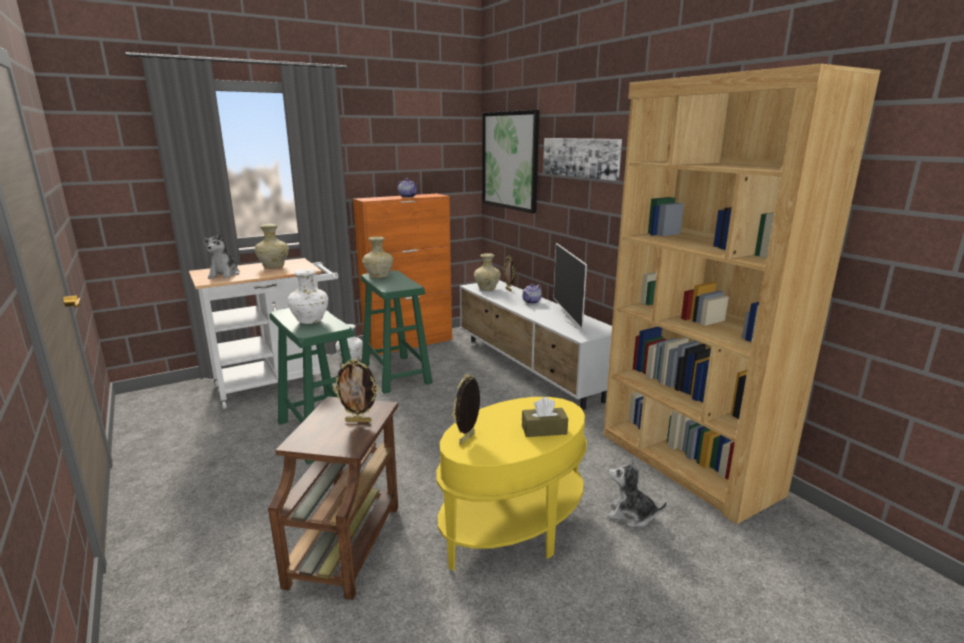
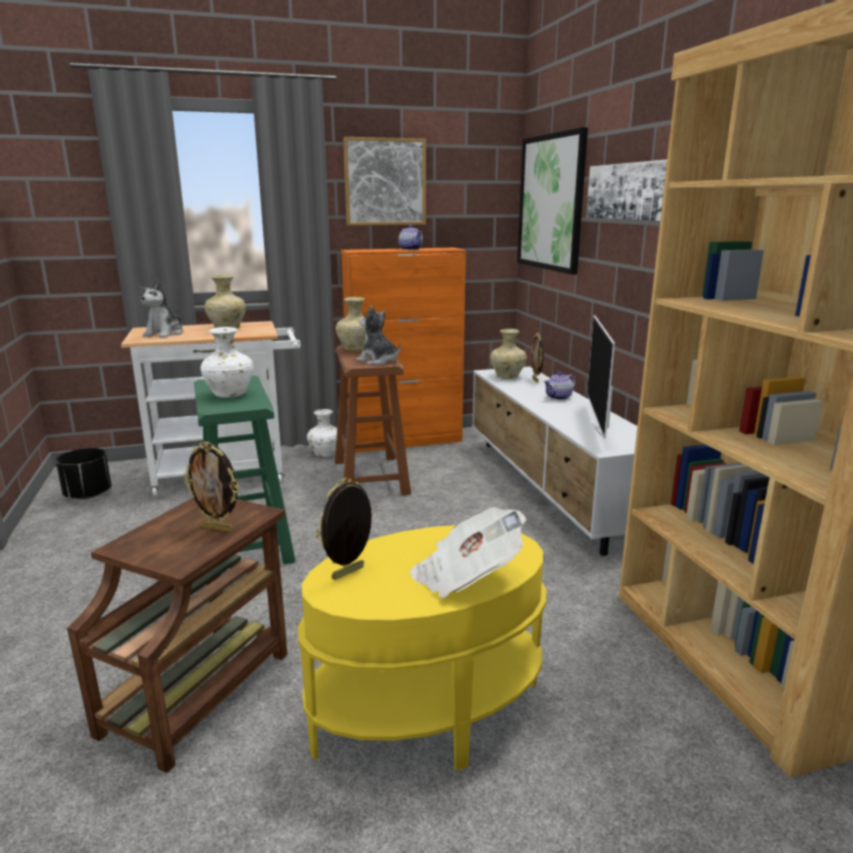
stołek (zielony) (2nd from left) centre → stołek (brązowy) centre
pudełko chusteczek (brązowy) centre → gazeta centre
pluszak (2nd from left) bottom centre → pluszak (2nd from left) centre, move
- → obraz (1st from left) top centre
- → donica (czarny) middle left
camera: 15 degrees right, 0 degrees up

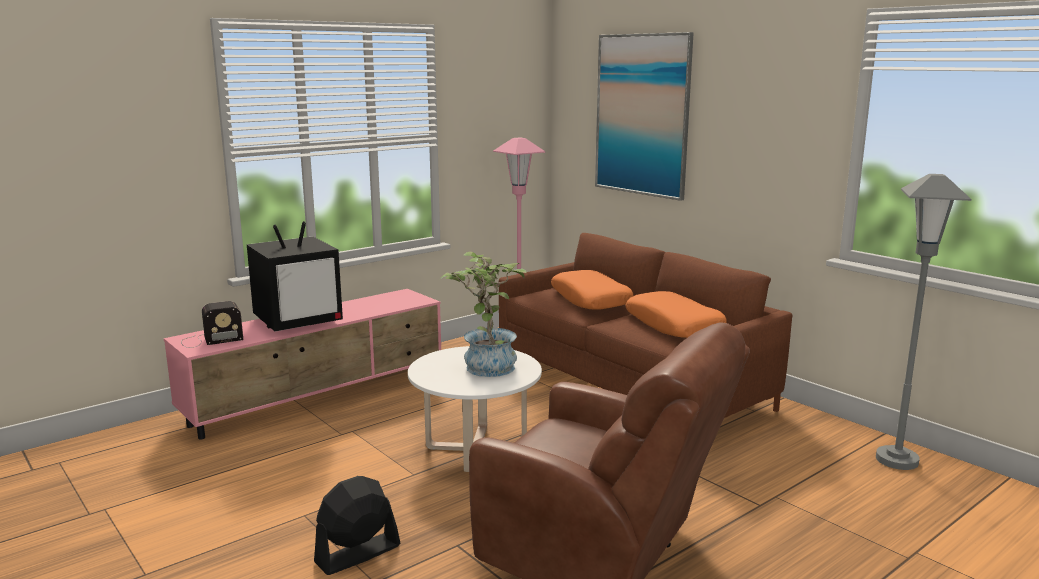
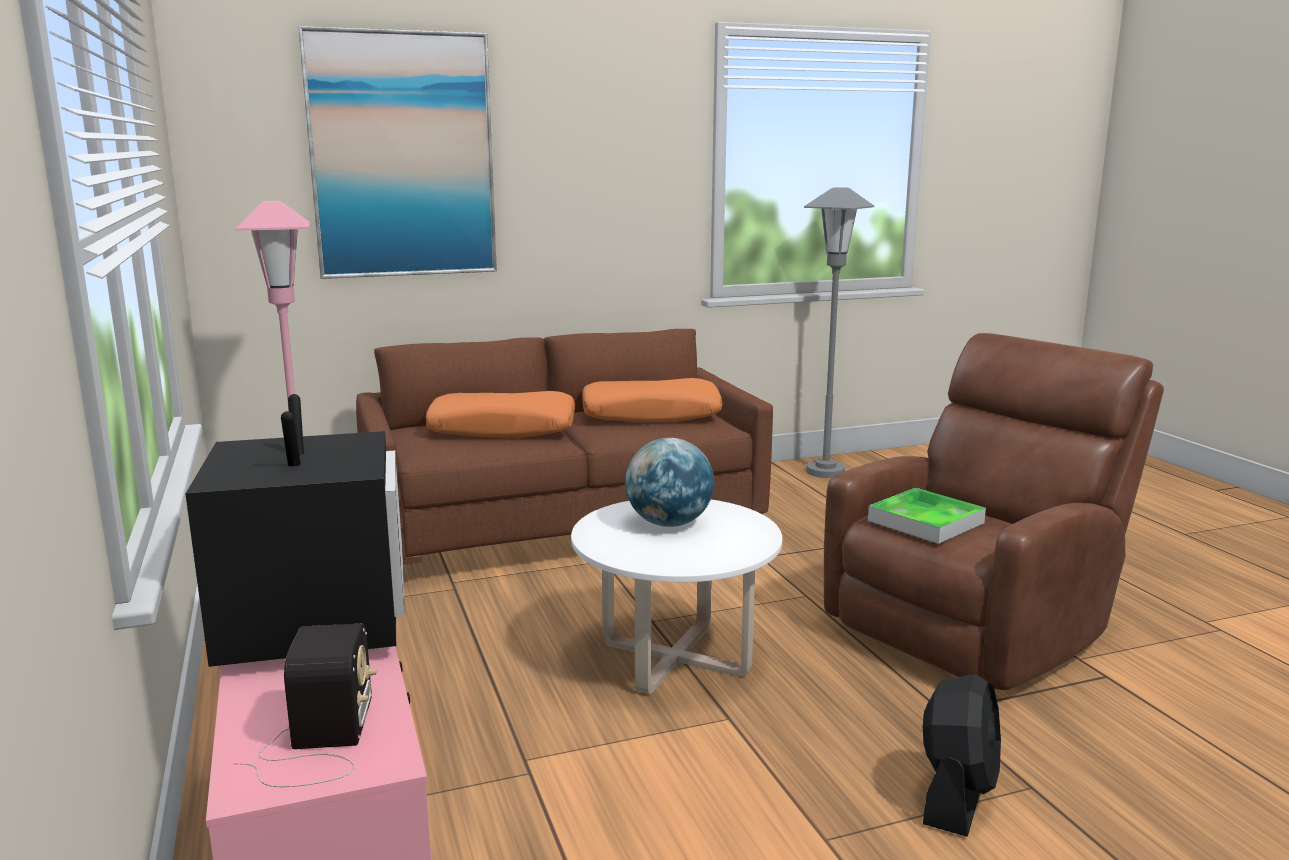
roślina doniczkowa centre → globus centre
wentylator (czarny) bottom centre → wentylator (czarny) bottom right, 135 degrees counterclockwise
- → taca middle right
camera: 70 degrees left, 0 degrees up

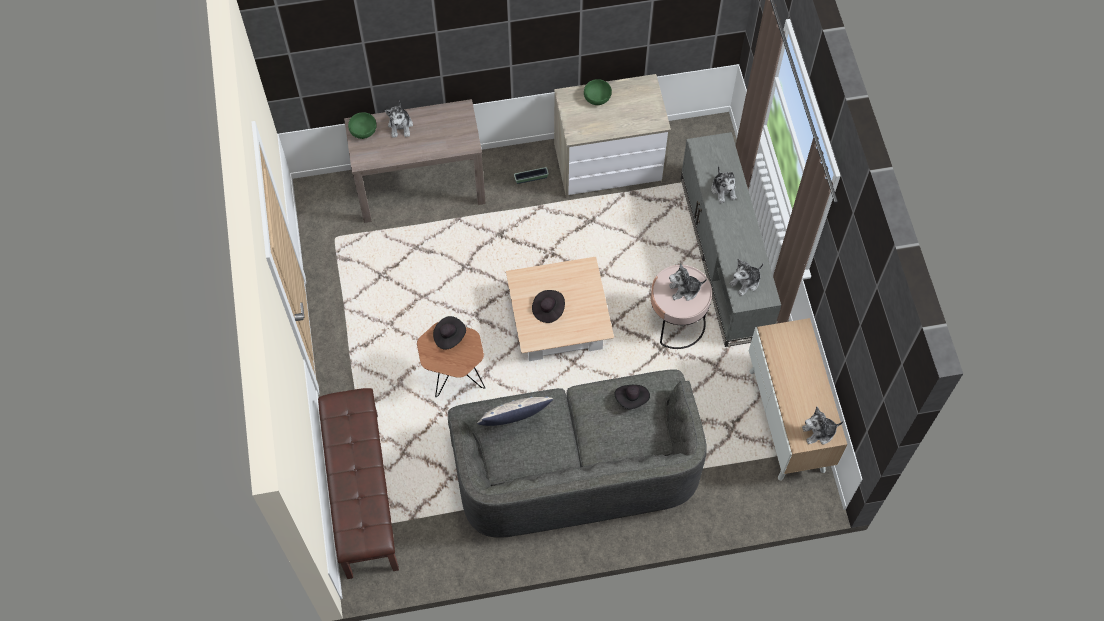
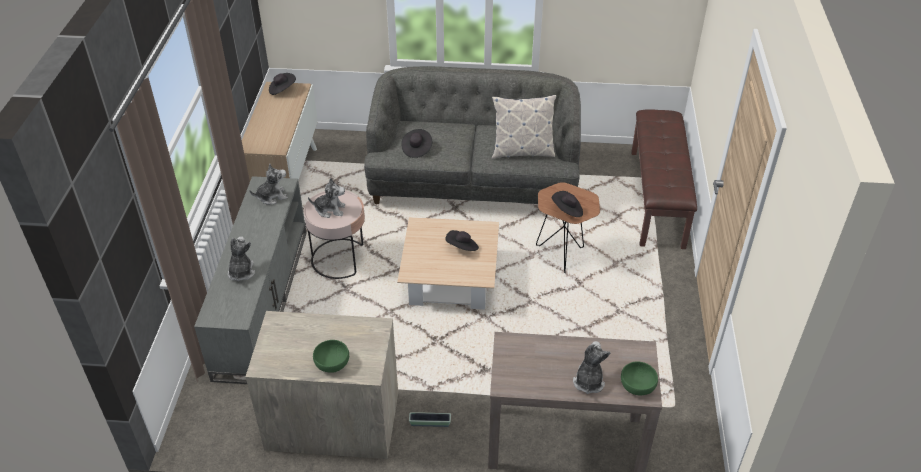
pluszak (5th from left) bottom right → kapelusz (czarny) (1st from left) top left
camera: 165 degrees left, 20 degrees down

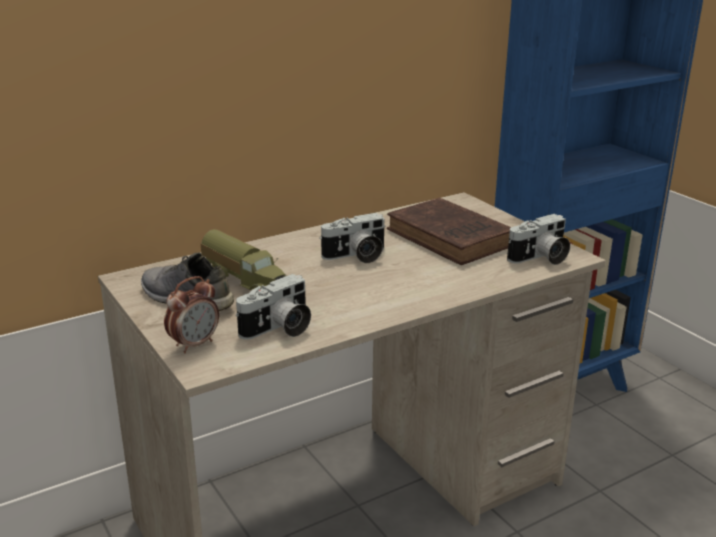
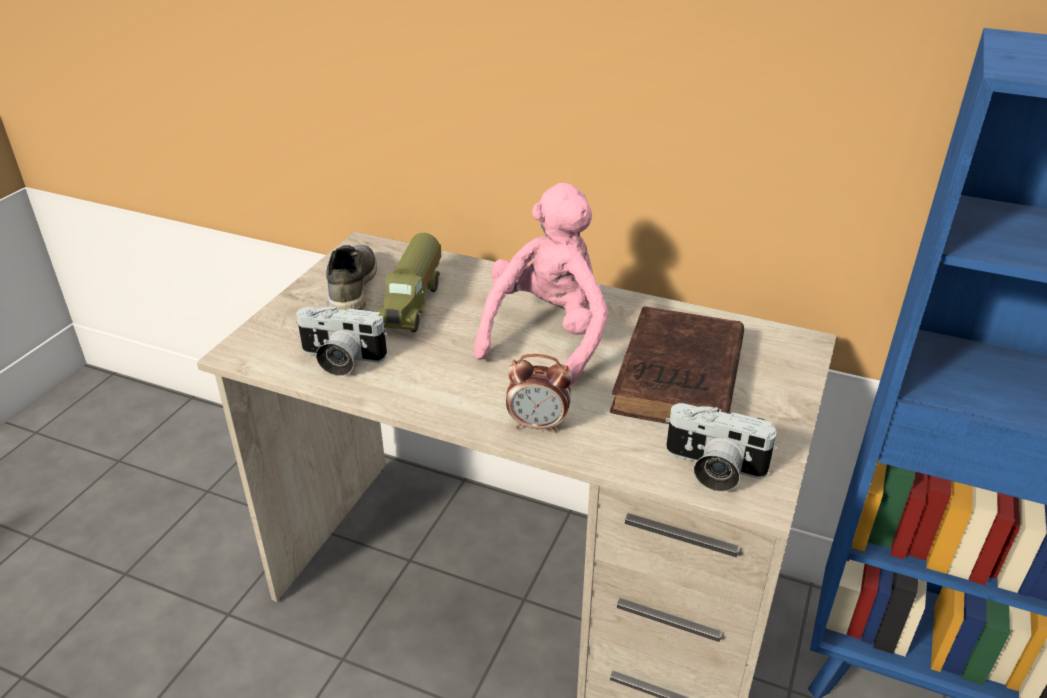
aparat fotograficzny (2nd from left) centre → pluszak (różowy) centre
budzik middle left → budzik centre, move
camera: 55 degrees right, 10 degrees up

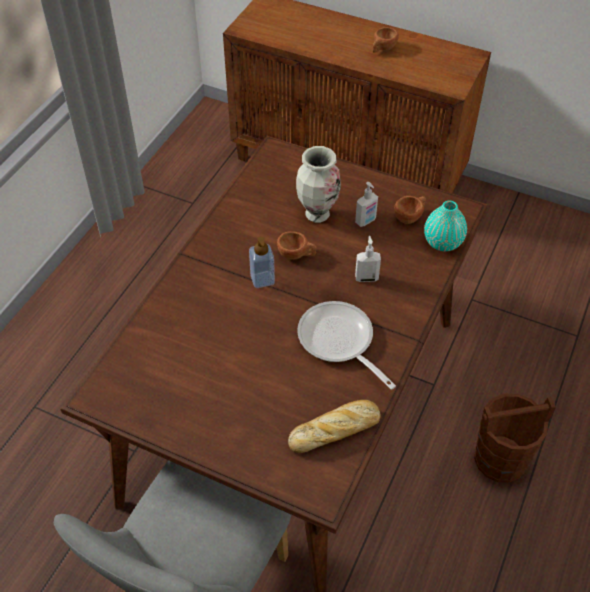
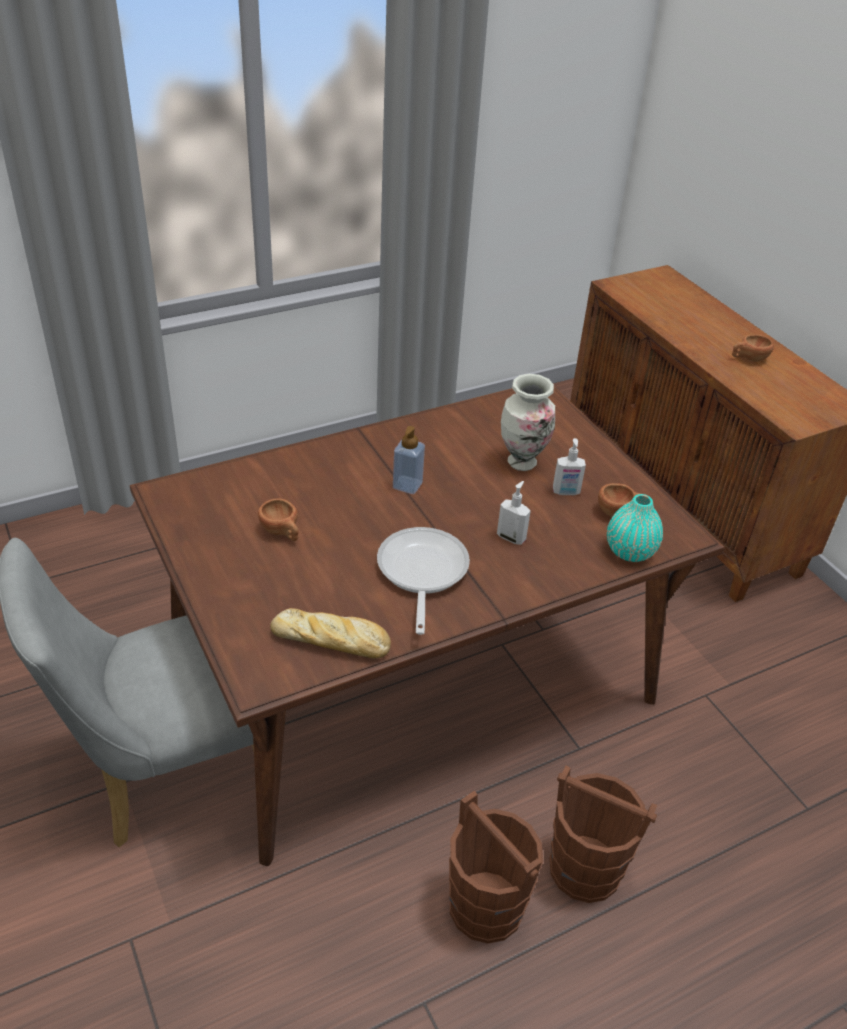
filiżanka (brązowy) (1st from left) centre → filiżanka (brązowy) (1st from left) middle left, move
- → wiadro (brązowy) (1st from left) bottom centre
camera: 35 degrees right, 10 degrees down

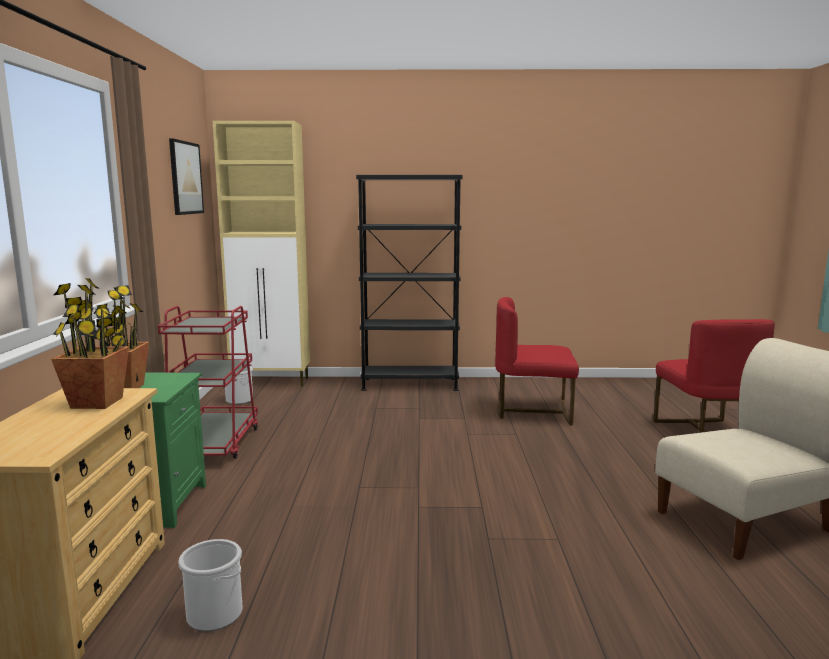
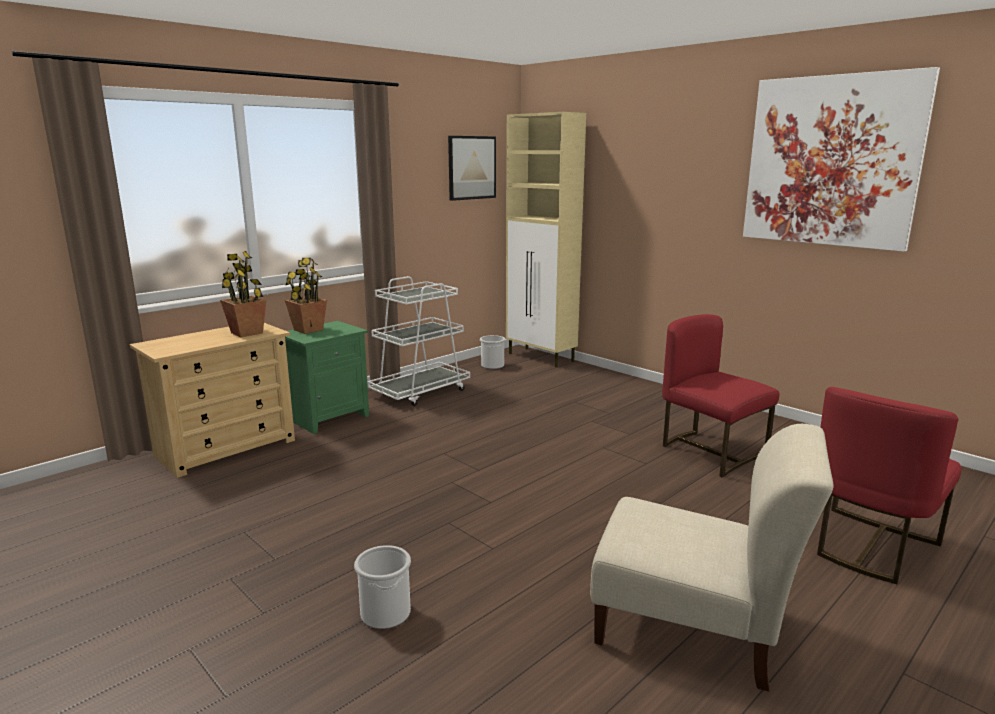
regał (czarny) centre → -
wózek (czerwony) middle left → wózek (biały) centre
wiadro (1st from left) bottom left → wiadro (1st from left) bottom centre, move
- → obraz (2nd from left) top right
camera: 45 degrees right, 5 degrees up

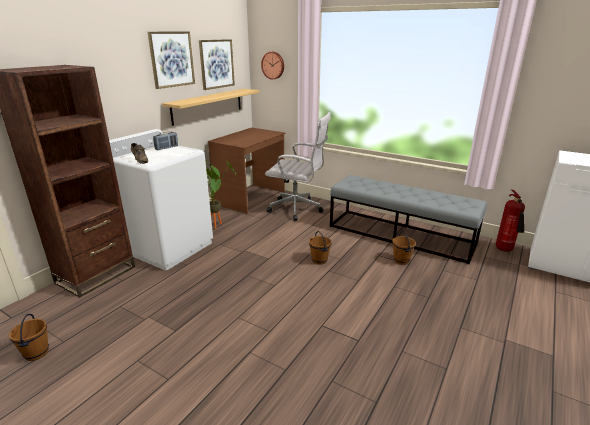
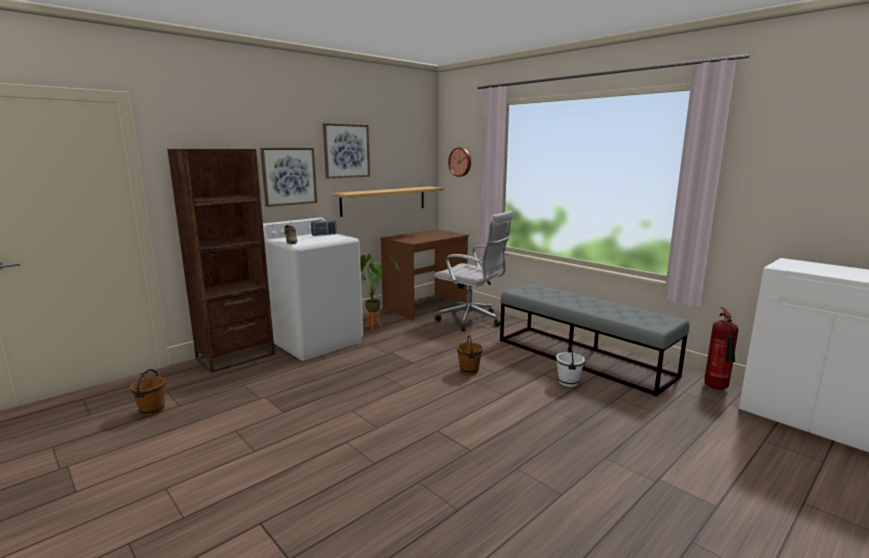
obraz (2nd from left in the first image) top centre → obraz (1st from left) top left, move
wiadro (brązowy) (3rd from left) middle right → wiadro (biały) centre
camera: 15 degrees right, 10 degrees down

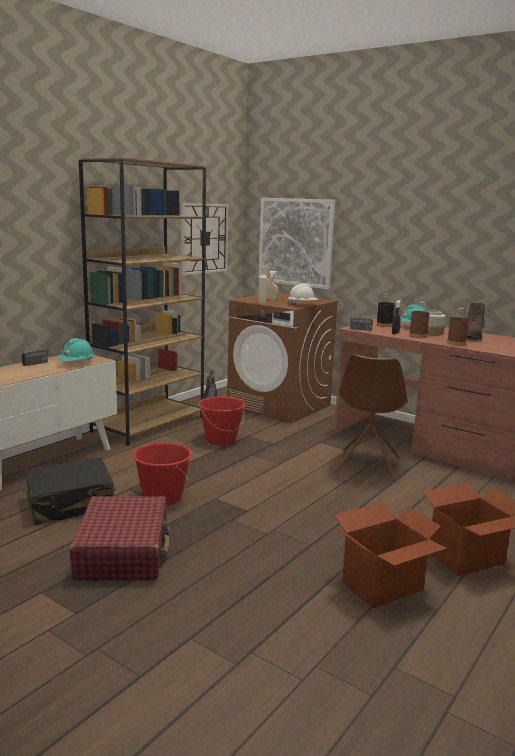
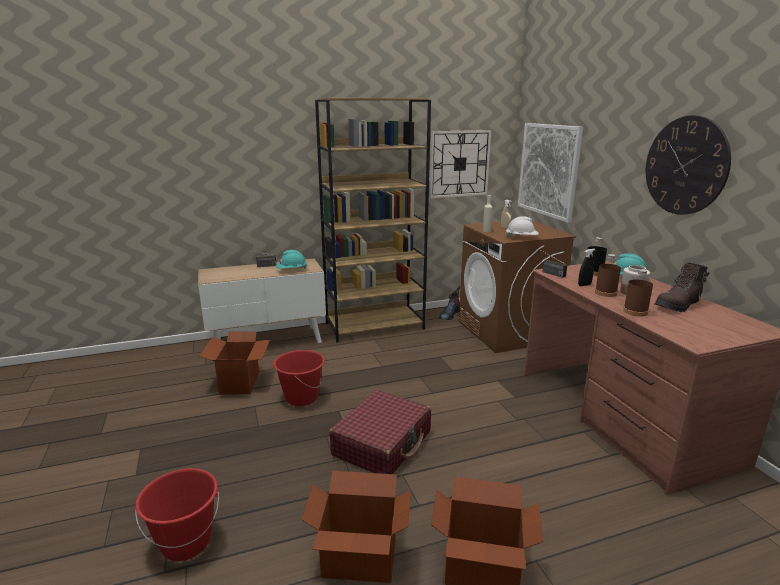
krzesło (brązowy) middle right → -
wiadro (czerwony) (2nd from left in the first image) centre → wiadro (czerwony) (1st from left) bottom left, move
walizka (czarny) middle left → karton (1st from left) middle left
walizka (czerwony) bottom left → walizka (czerwony) bottom centre, move
- → zegar ścienny (2nd from left) top right
camera: 35 degrees right, 5 degrees up

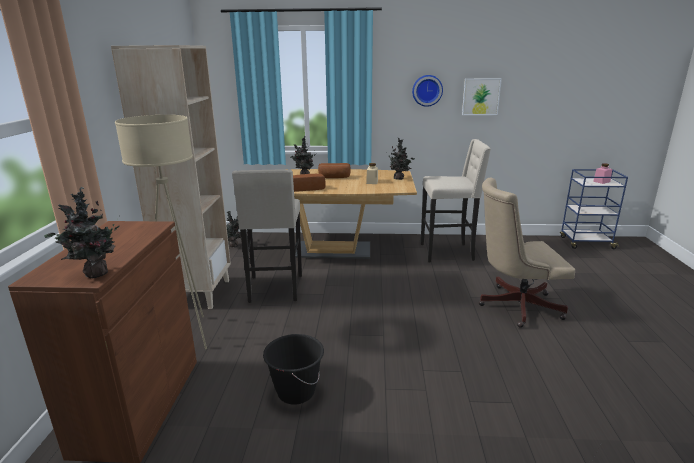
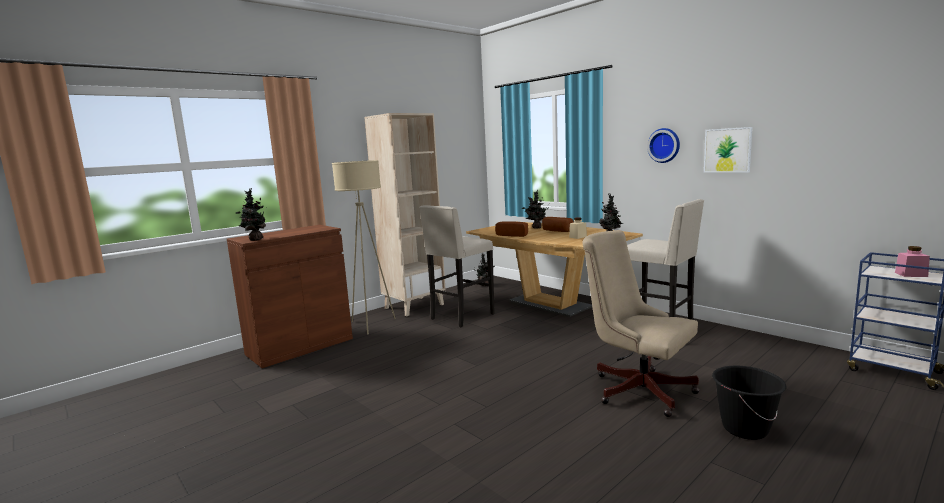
wiadro (czarny) bottom centre → wiadro (czarny) bottom right, move
camera: 45 degrees right, 10 degrees down

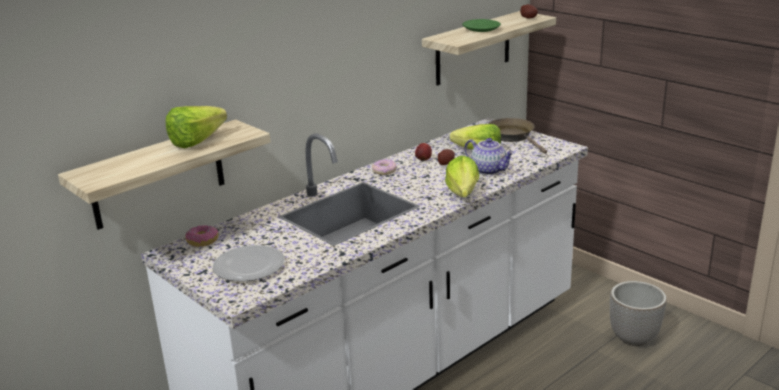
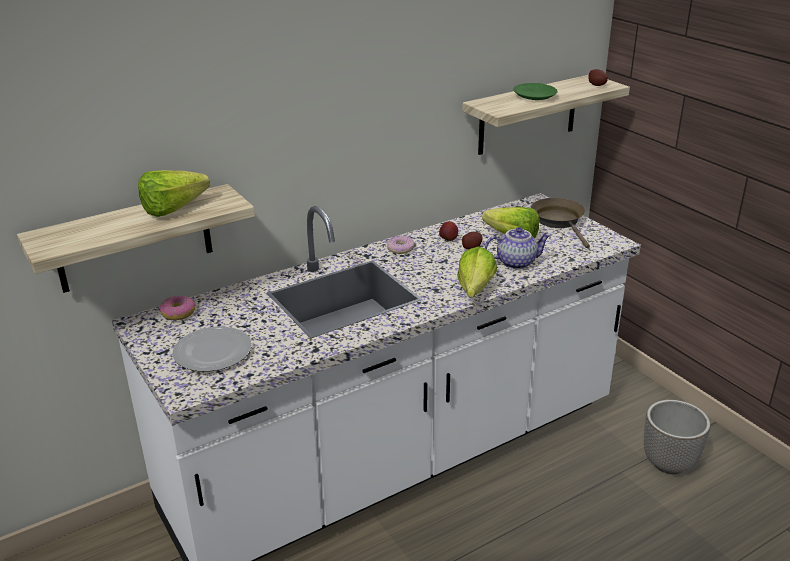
imbryk centre, 60 degrees counterclockwise
camera: 10 degrees right, 5 degrees up

